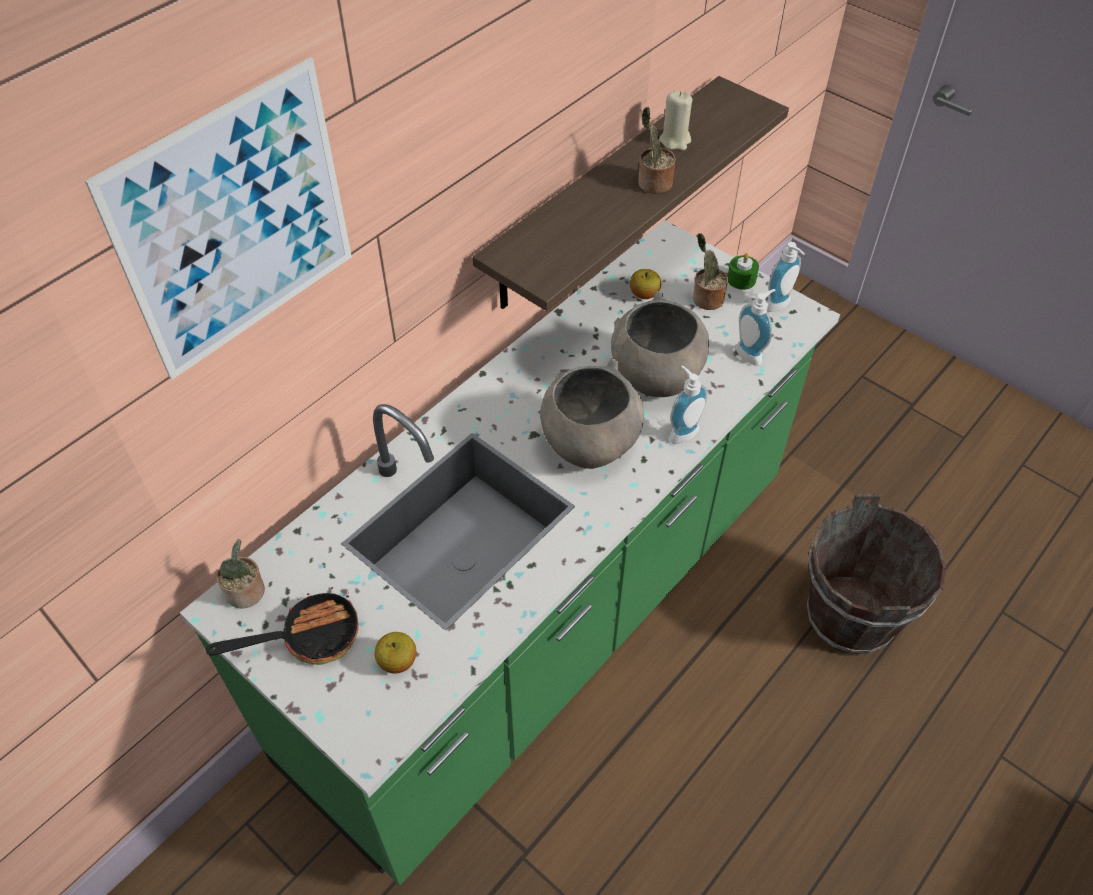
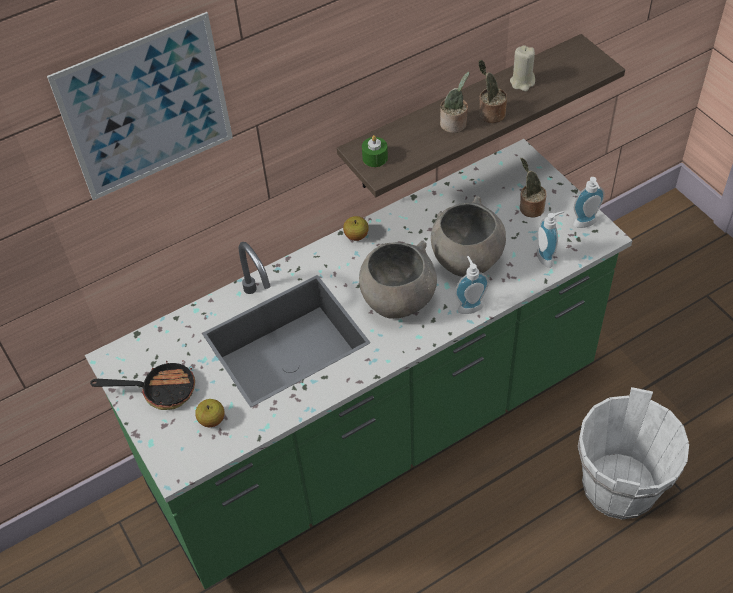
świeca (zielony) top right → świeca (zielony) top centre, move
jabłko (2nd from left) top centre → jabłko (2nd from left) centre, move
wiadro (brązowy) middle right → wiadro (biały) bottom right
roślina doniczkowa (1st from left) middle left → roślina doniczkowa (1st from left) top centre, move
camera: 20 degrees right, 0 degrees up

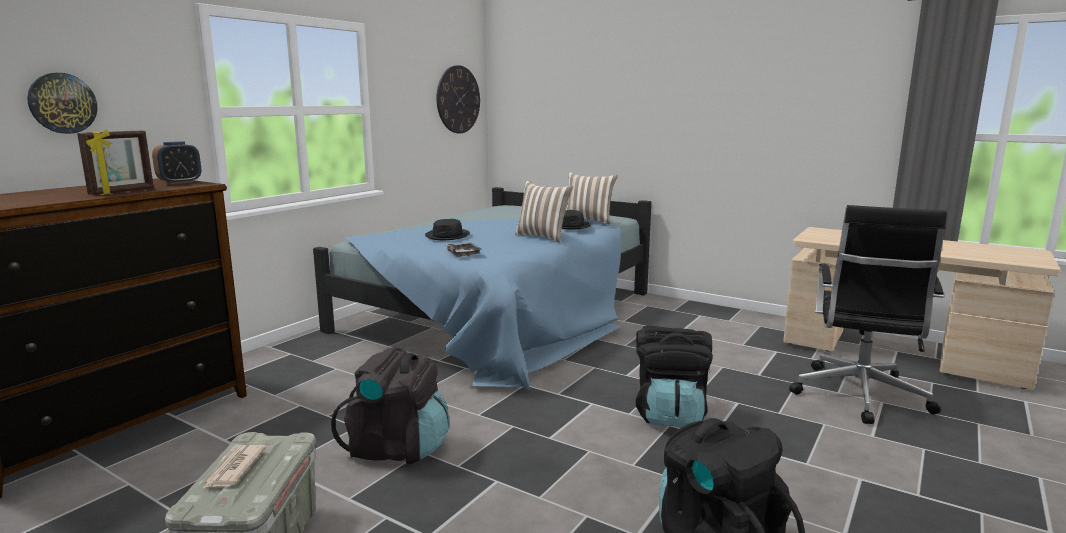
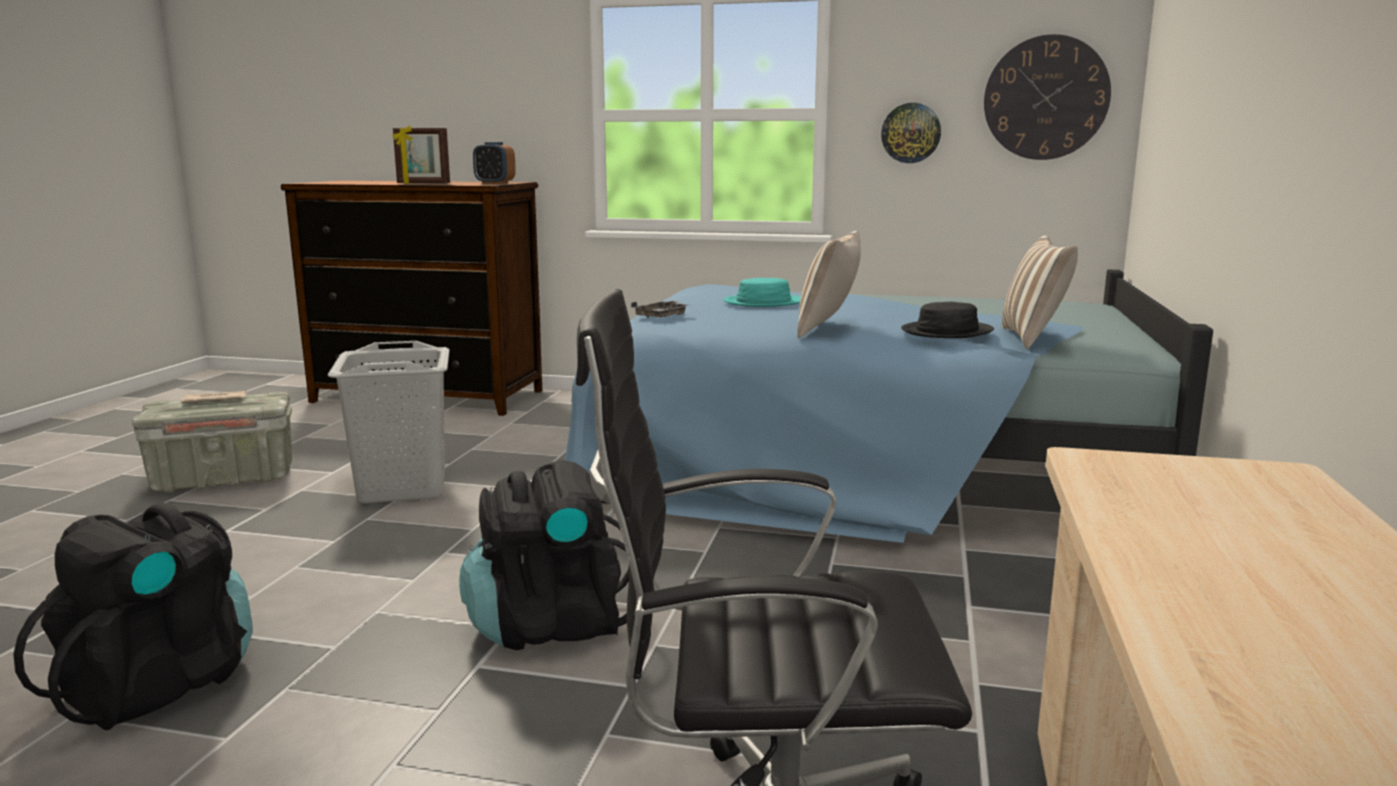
zegar ścienny (1st from left) top left → zegar ścienny (1st from left) top centre, move
kapelusz (czarny) (1st from left) centre → kapelusz (turkusowy) centre
plecak (czarny) (1st from left) bottom centre → kosz na pranie (szary) middle left
camera: 70 degrees right, 0 degrees up

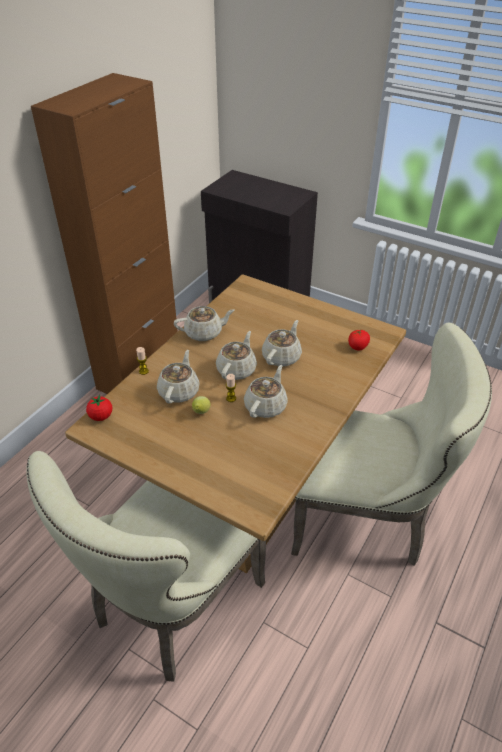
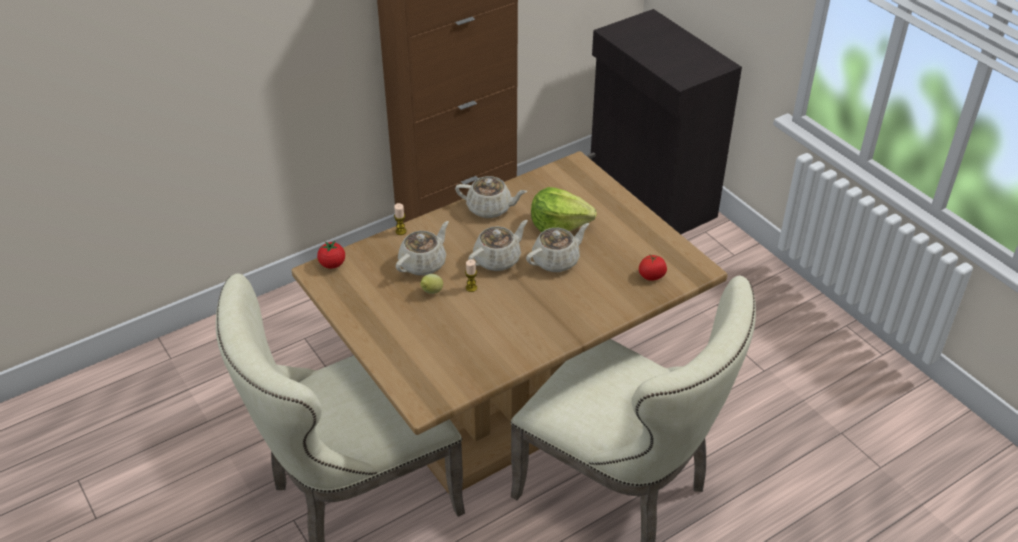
imbryk (beżowy) (4th from left) centre → -
- → sałata centre
camera: 25 degrees right, 0 degrees up

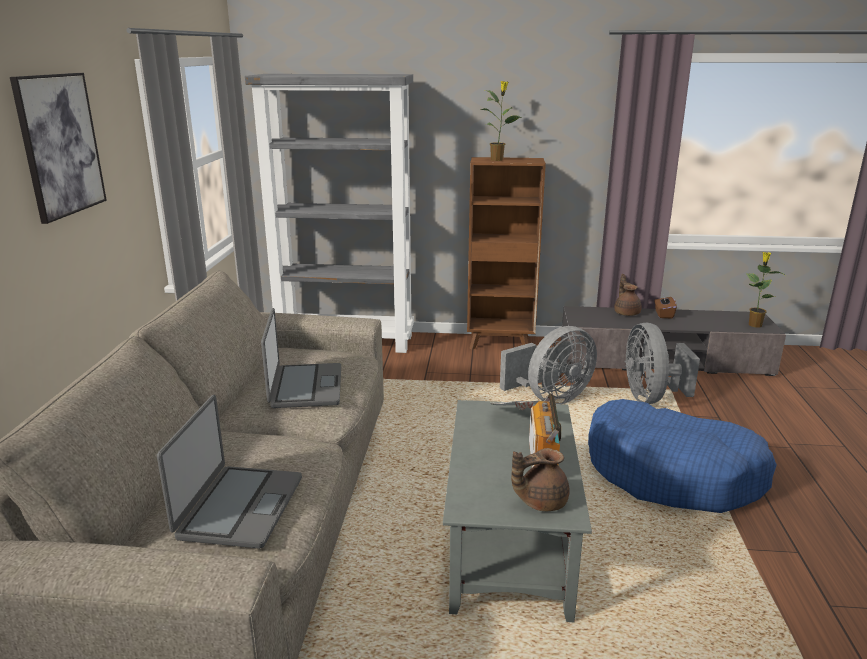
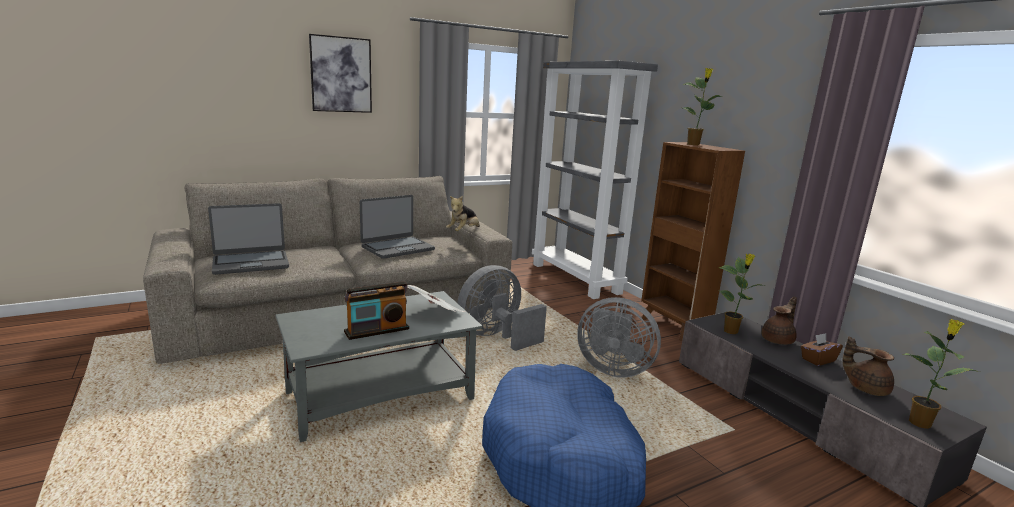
wentylator (szary) (2nd from left in the first image) middle right → wentylator (szary) (1st from left) centre, move
imbryk (brązowy) (1st from left in the first image) bottom centre → imbryk (brązowy) (2nd from left) bottom right, move
- → pluszak centre
- → roślina doniczkowa (2nd from left) middle right
camera: 55 degrees right, 5 degrees down

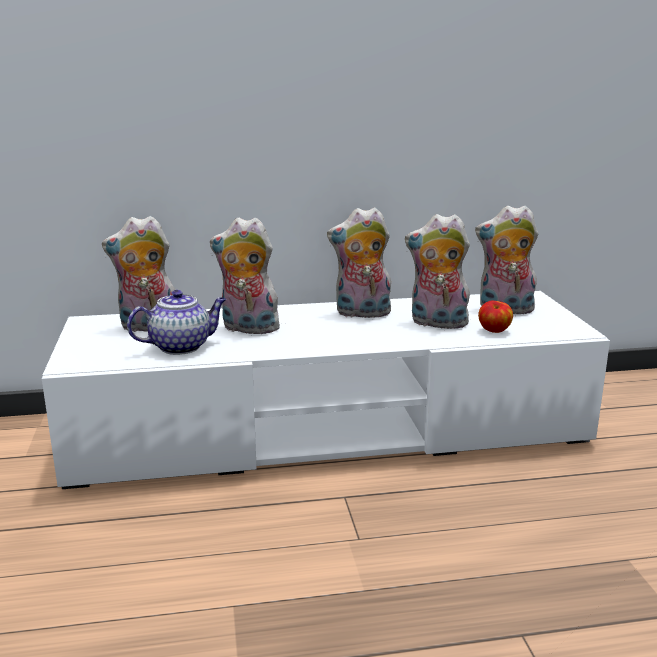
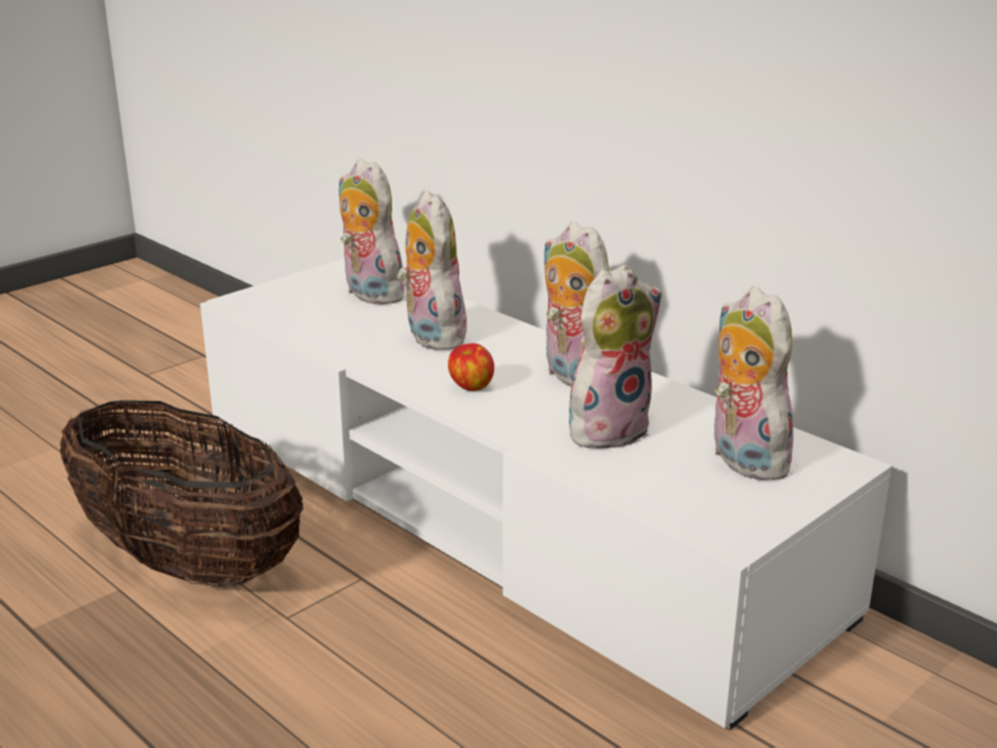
pluszak (4th from left) centre, 75 degrees clockwise
imbryk middle left → -
jabłko middle right → jabłko centre, move
- → koszyk middle left
camera: 55 degrees right, 5 degrees up

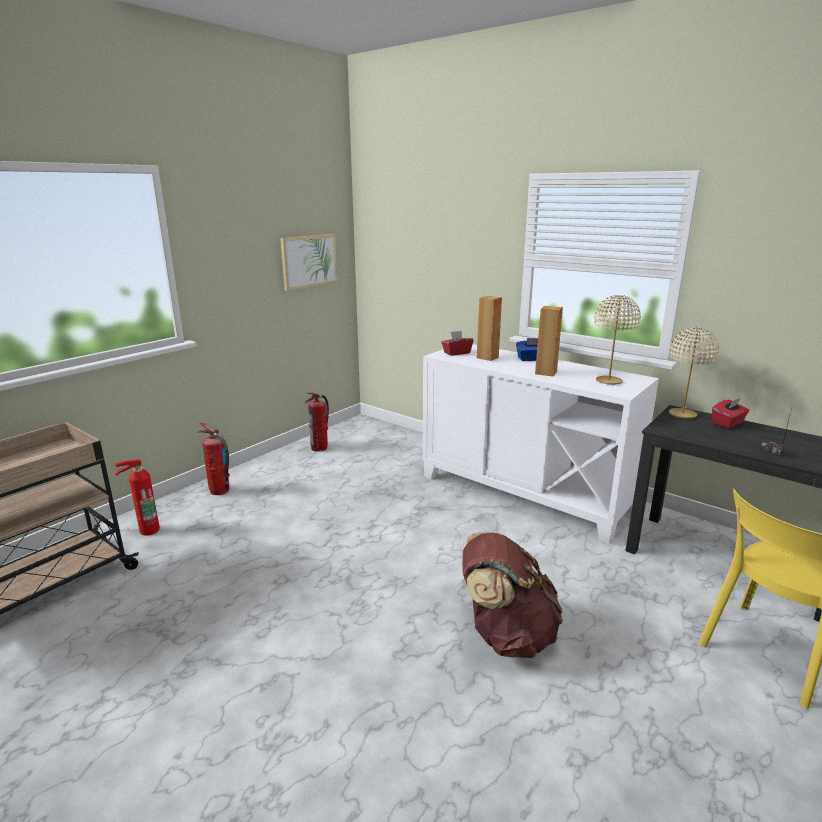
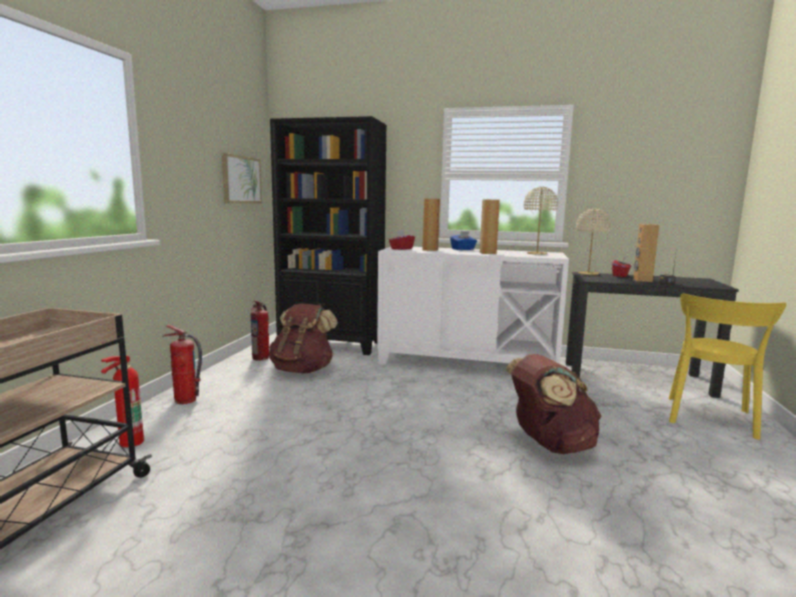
- → regał (czarny) centre
- → głośnik (brązowy) (3rd from left) middle right
- → plecak (brązowy) (1st from left) centre
camera: 25 degrees left, 10 degrees down

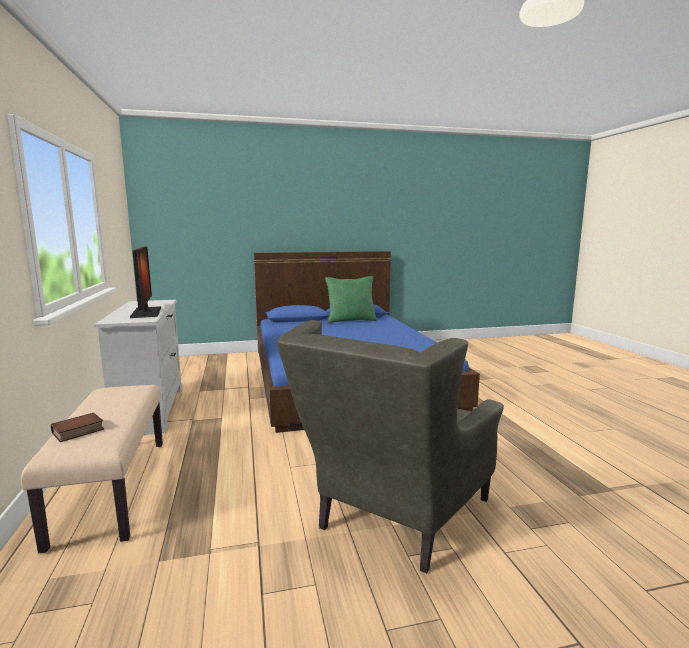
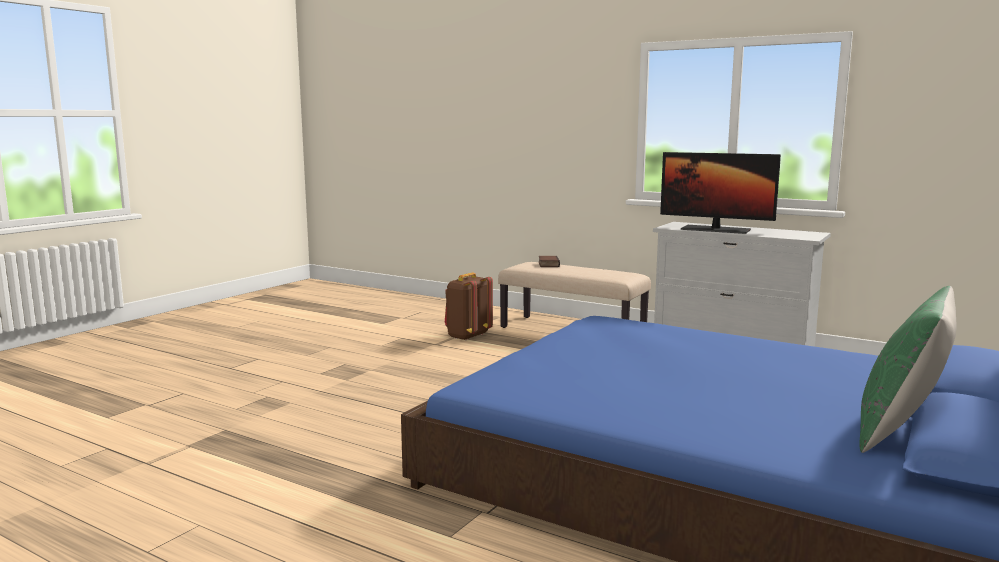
fotel (szary) bottom centre → -
- → plecak (brązowy) centre
camera: 135 degrees right, 0 degrees up

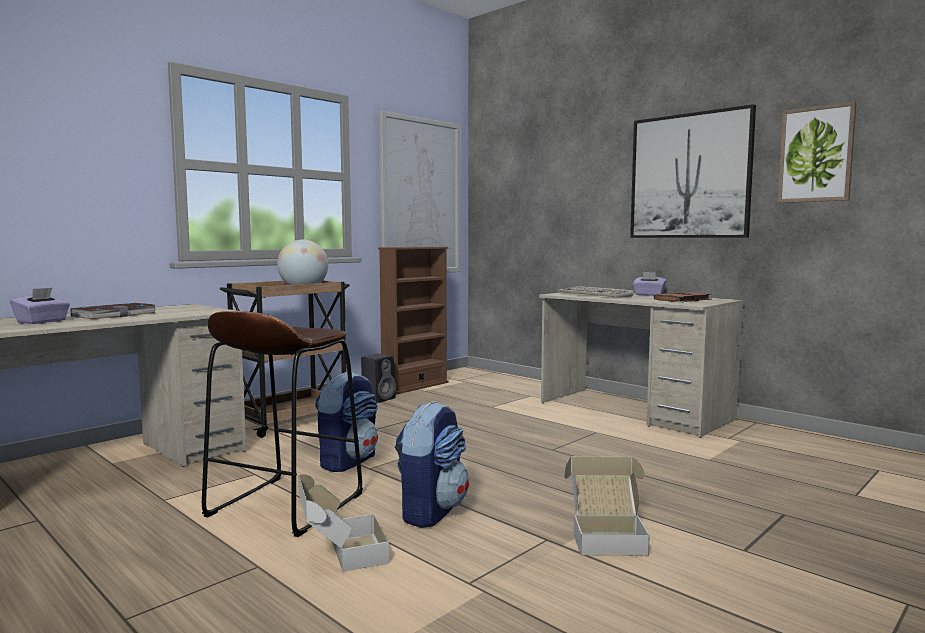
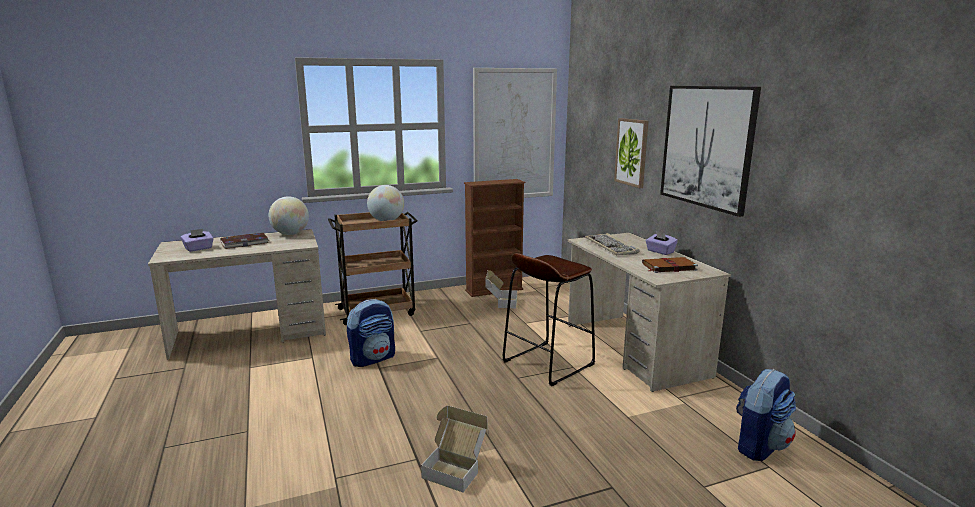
obraz (3rd from left in the first image) top right → obraz (2nd from left) top centre, move
stołek (brązowy) bottom left → stołek (brązowy) centre, move
głośnik (czarny) centre → -
plecak (2nd from left) bottom centre → plecak (2nd from left) bottom right, move
karton (1st from left in the first image) bottom centre → karton (2nd from left) centre, move
- → globus (1st from left) middle left
camera: 25 degrees right, 10 degrees up

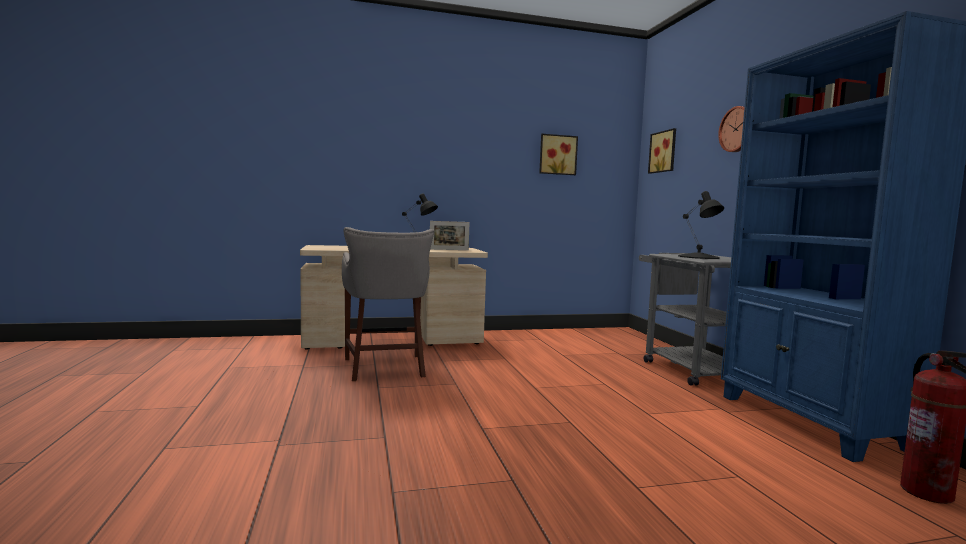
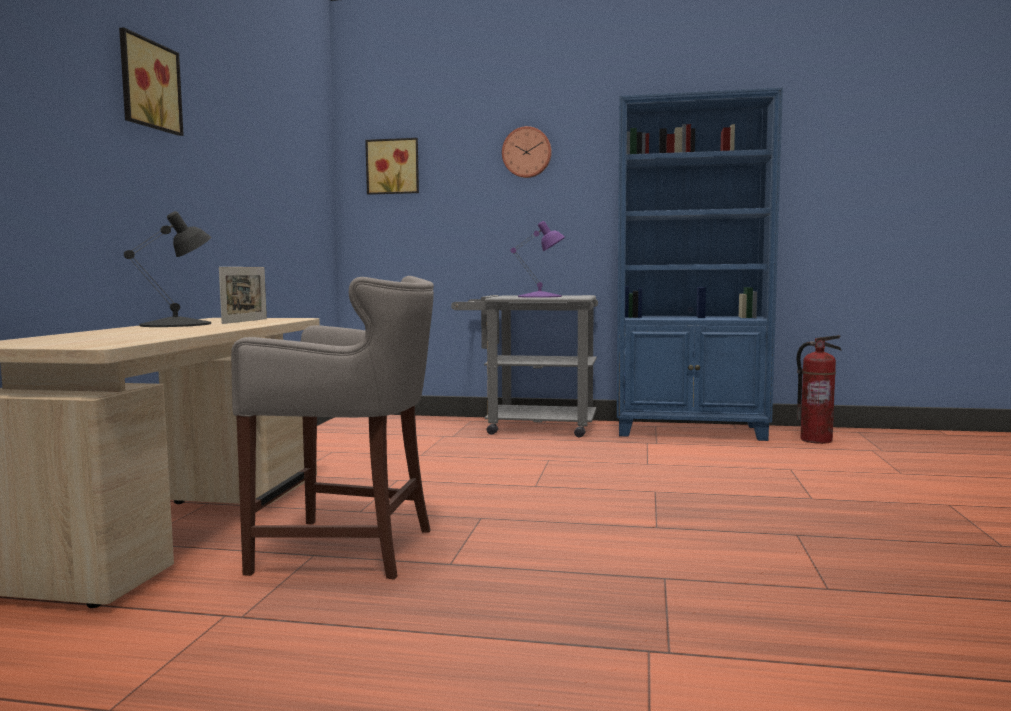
obraz (1st from left) top centre → obraz (1st from left) top left, move
lampa stołowa (czarny) (2nd from left) middle right → lampa stołowa (fioletowy) centre
camera: 65 degrees left, 0 degrees up

